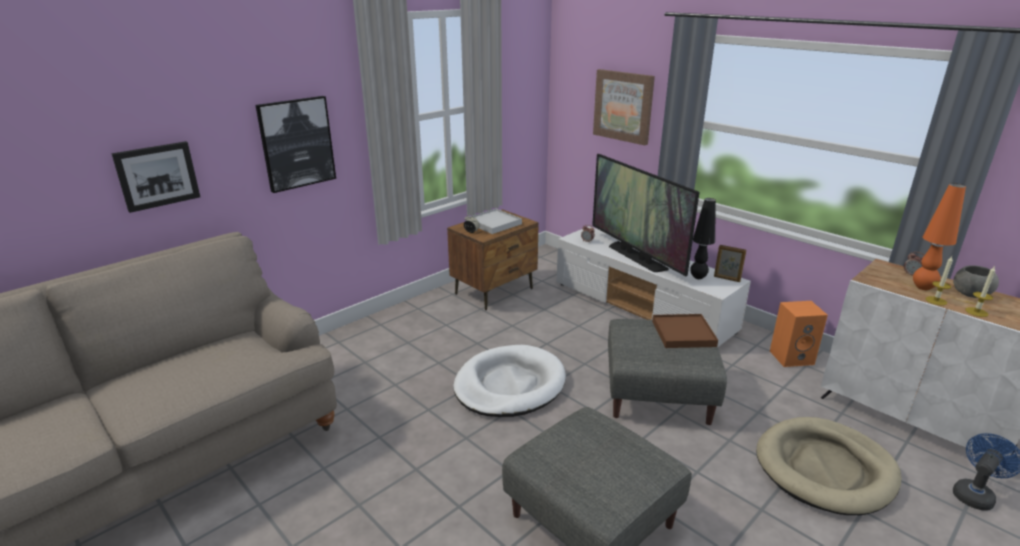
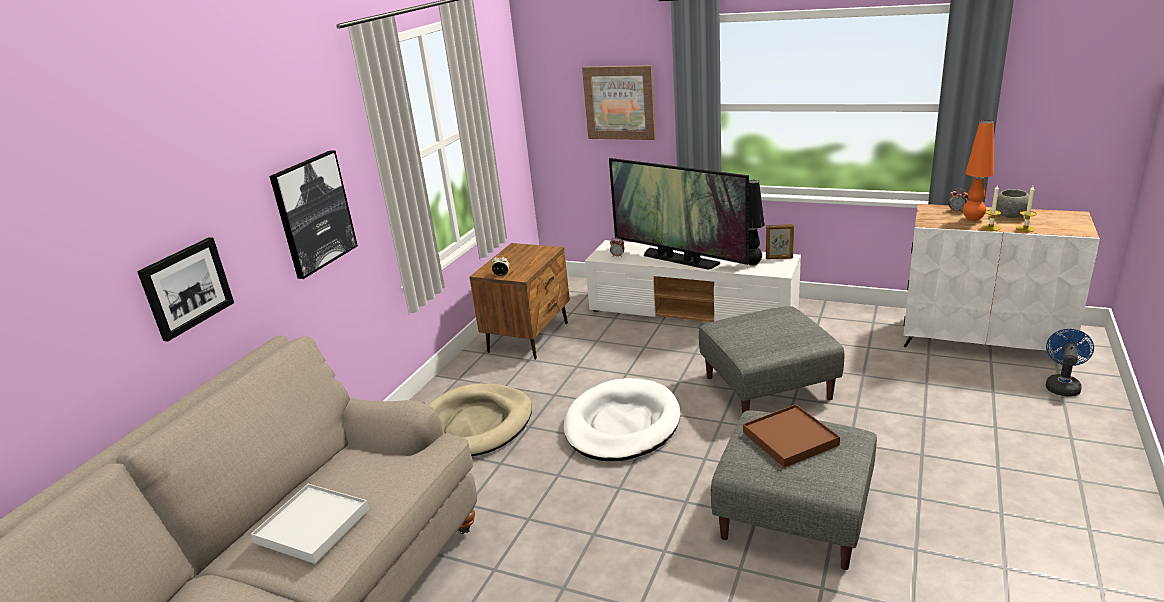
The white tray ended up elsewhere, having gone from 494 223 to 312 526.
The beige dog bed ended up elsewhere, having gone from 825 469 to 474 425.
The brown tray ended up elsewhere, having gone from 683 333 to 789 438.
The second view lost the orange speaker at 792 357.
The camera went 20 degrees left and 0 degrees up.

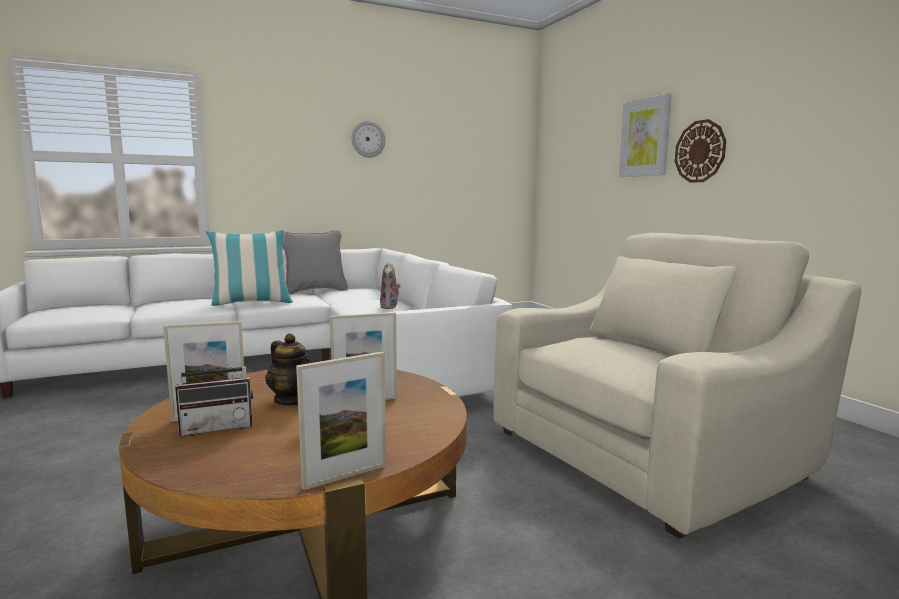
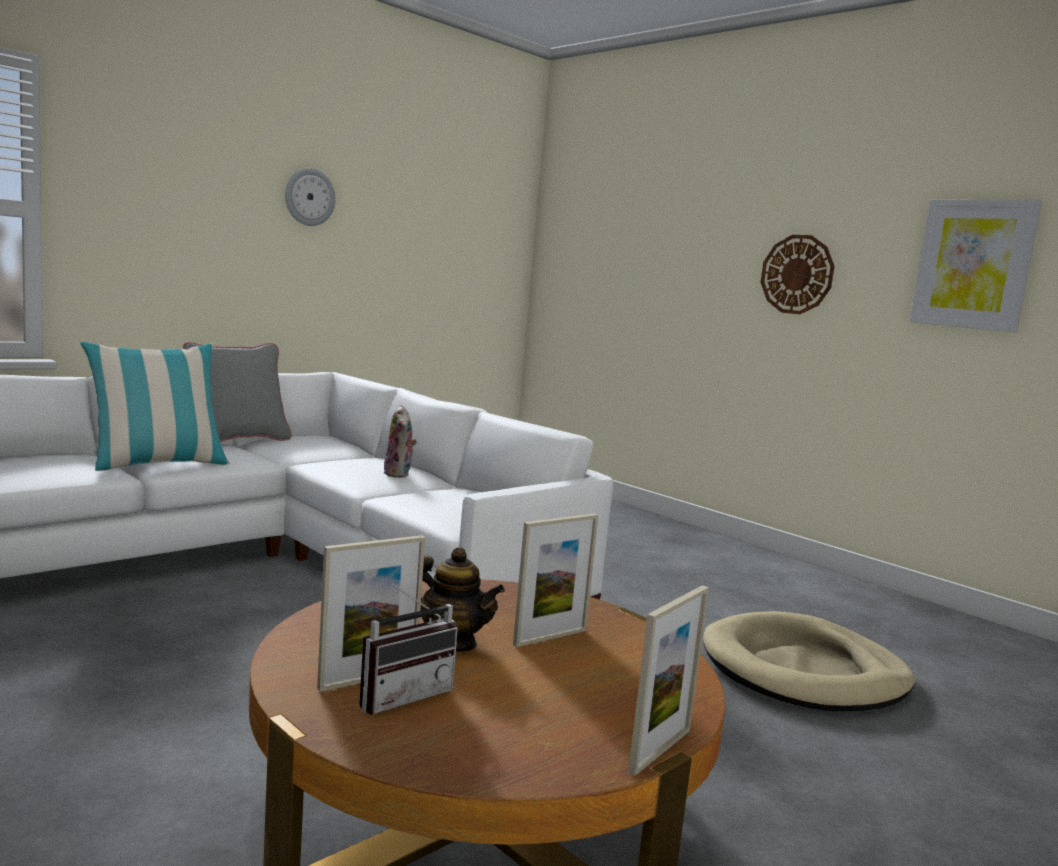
Where the beige armchair stood at 648 451, the beige dog bed came to stand at 804 671.
The picture ended up elsewhere, having gone from 645 137 to 973 264.
The camera went 20 degrees left and 0 degrees up.

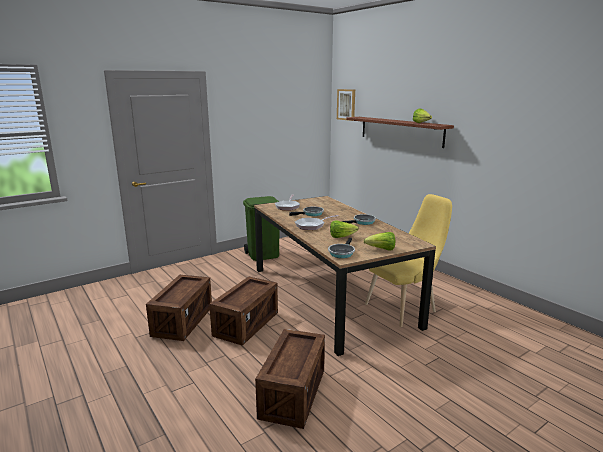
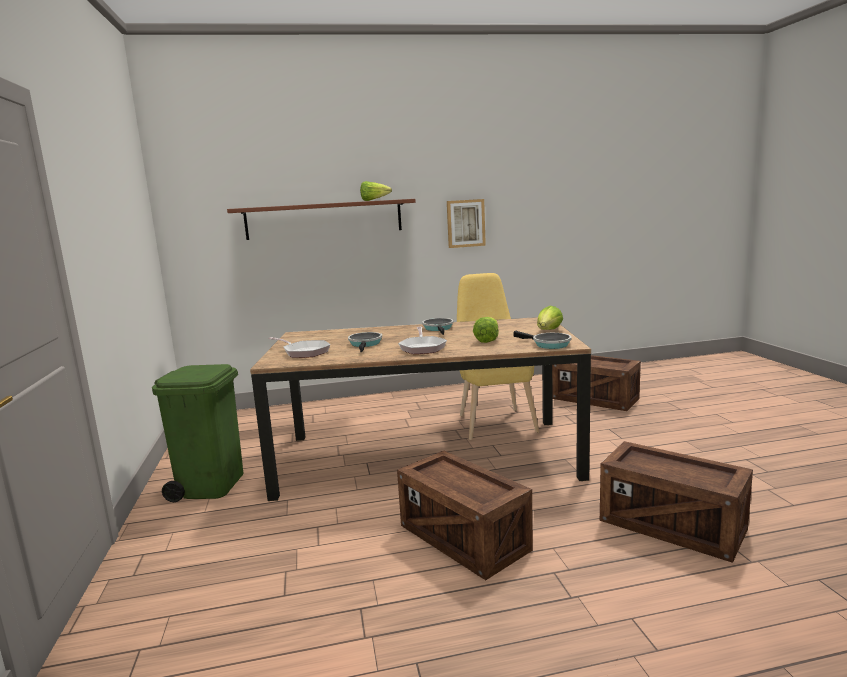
The picture ended up elsewhere, having gone from 346 104 to 465 223.
The crate ended up elsewhere, having gone from 182 321 to 594 399.
The camera went 65 degrees left and 5 degrees down.

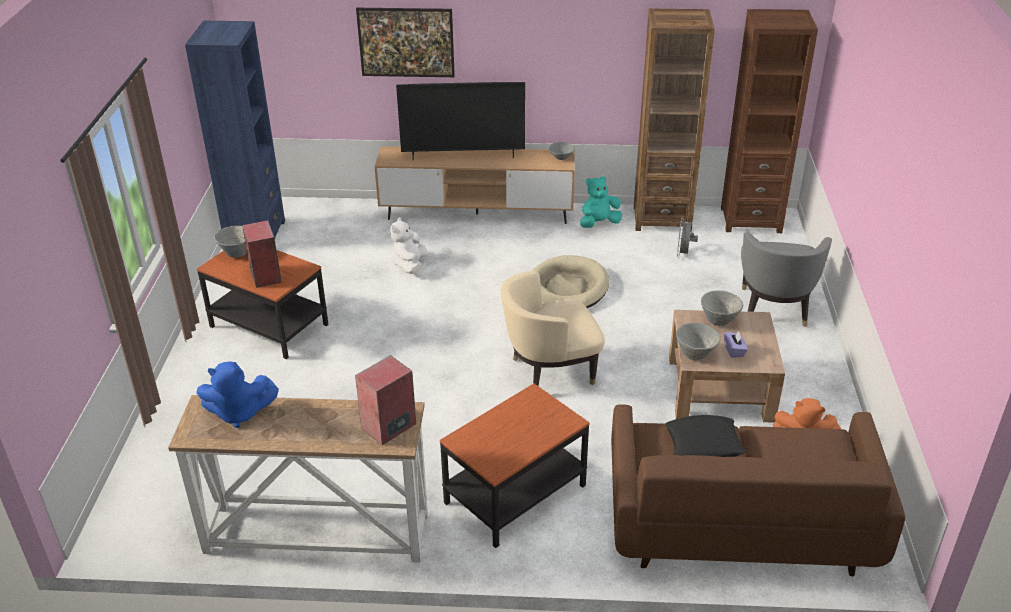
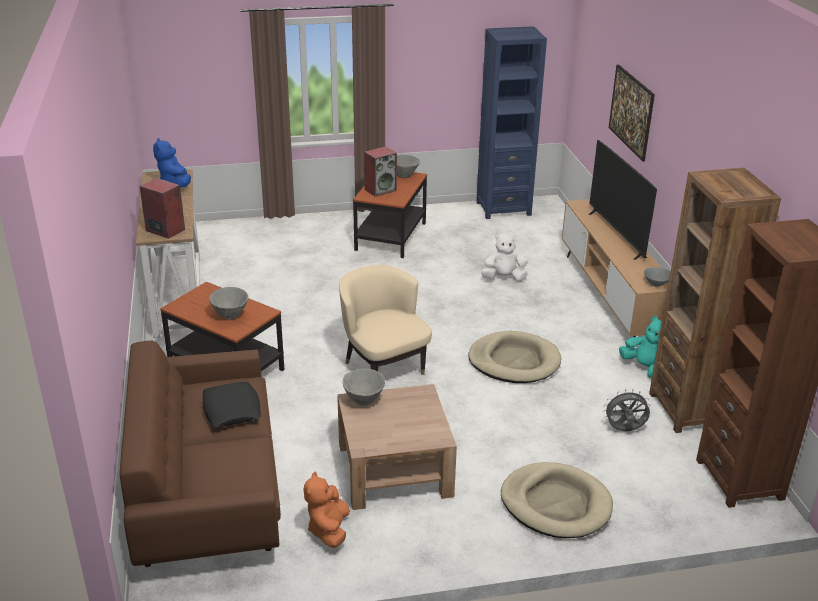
The grey bowl ended up elsewhere, having gone from 719 321 to 230 315.
Where the grey armchair stood at 774 308, the beige dog bed came to stand at 556 504.
The second view lost the purple tissue box at 734 350.
The camera went 75 degrees right and 5 degrees down.

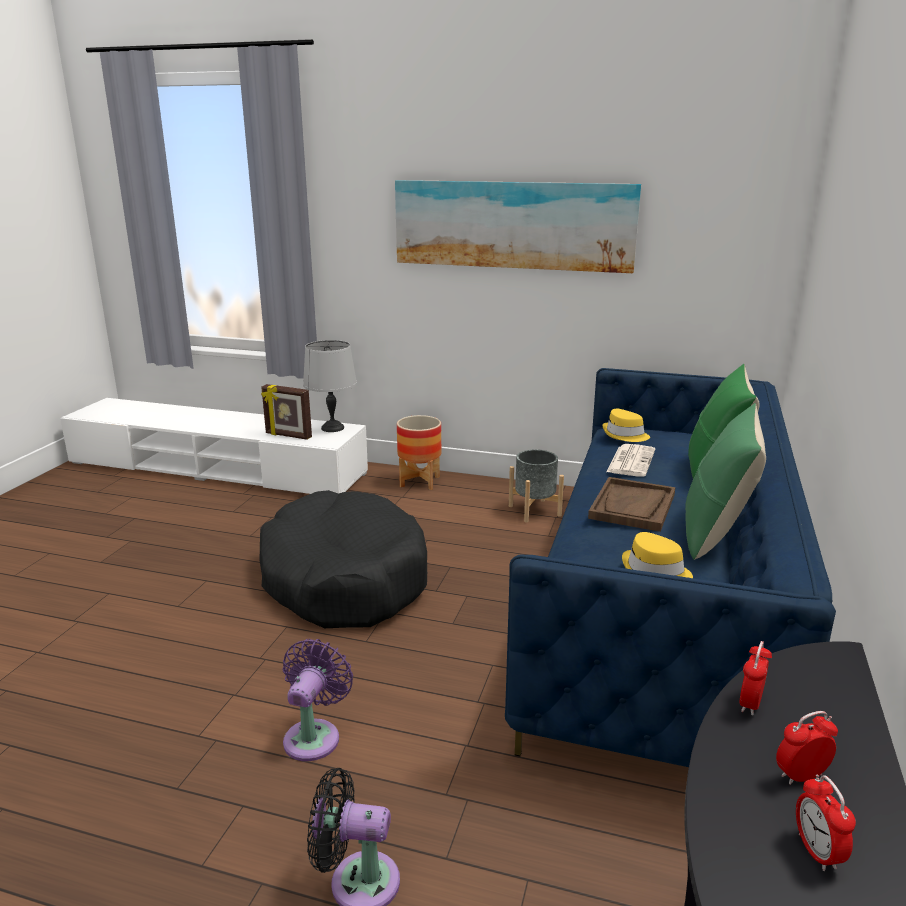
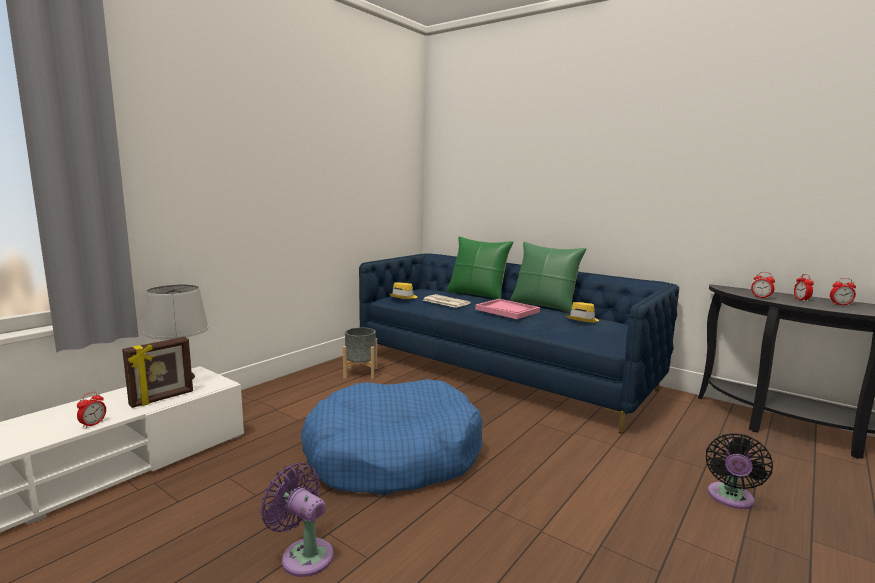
The second view gained the alarm clock at 93 424.
The purple fan ended up elsewhere, having gone from 314 736 to 303 554.
What was the black dog bed at 344 579 turned into the blue dog bed at 393 455.
What was the brown tray at 632 506 turned into the pink tray at 507 310.
The second view lost the picture at 512 225.
The second view lost the planter at 420 482.
The camera went 70 degrees left and 10 degrees down.

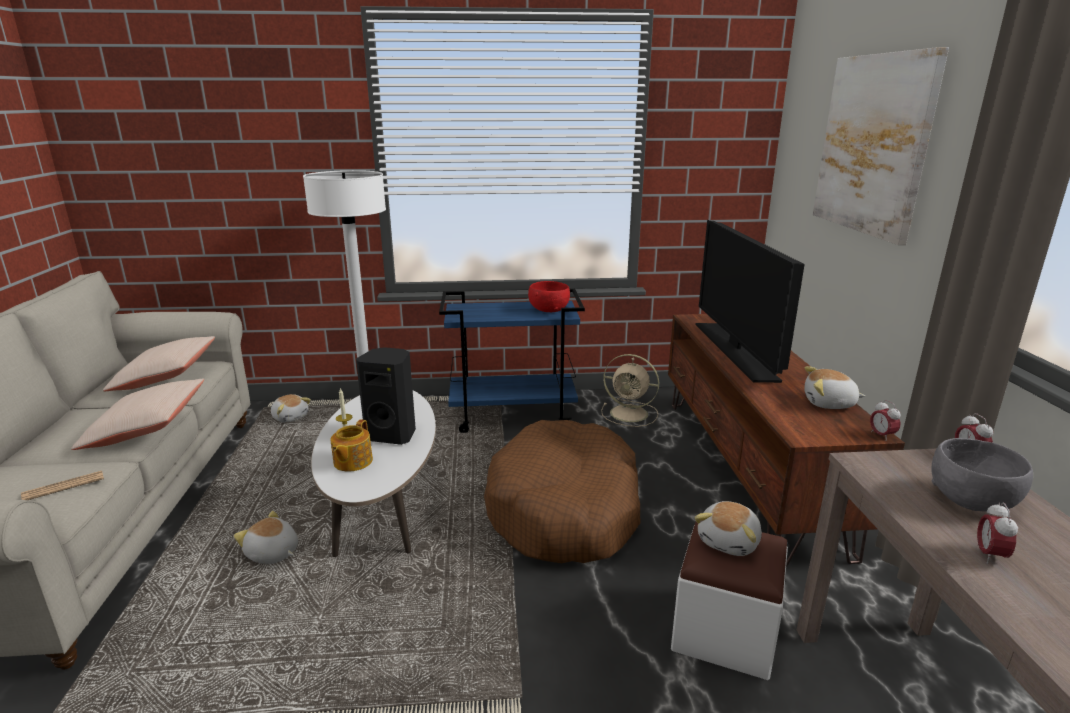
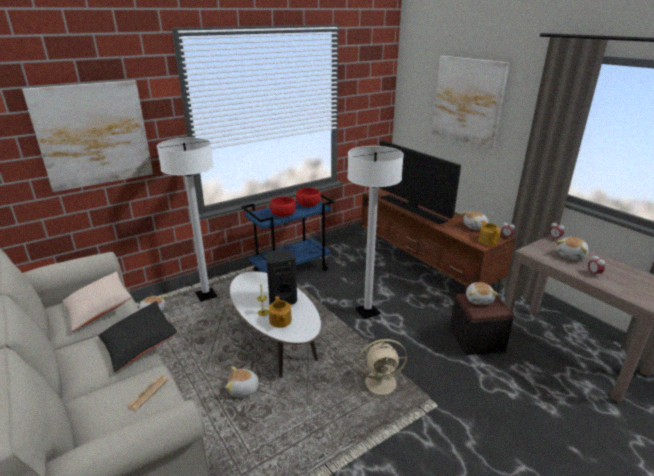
The second view gained the picture at 93 135.
What was the beige pillow at 146 429 turned into the black pillow at 139 344.
The second view gained the red bowl at 283 215.
Where the brown dog bed stood at 565 510, the white floor lamp came to stand at 367 312.
The beige fan ended up elsewhere, having gone from 630 414 to 382 383.
What was the white ottoman at 724 632 turned into the black ottoman at 476 340.
The second view gained the teapot at 488 240.
Where the grey bowl stood at 972 500, the plush toy came to stand at 571 255.
The camera went 30 degrees left and 5 degrees up.

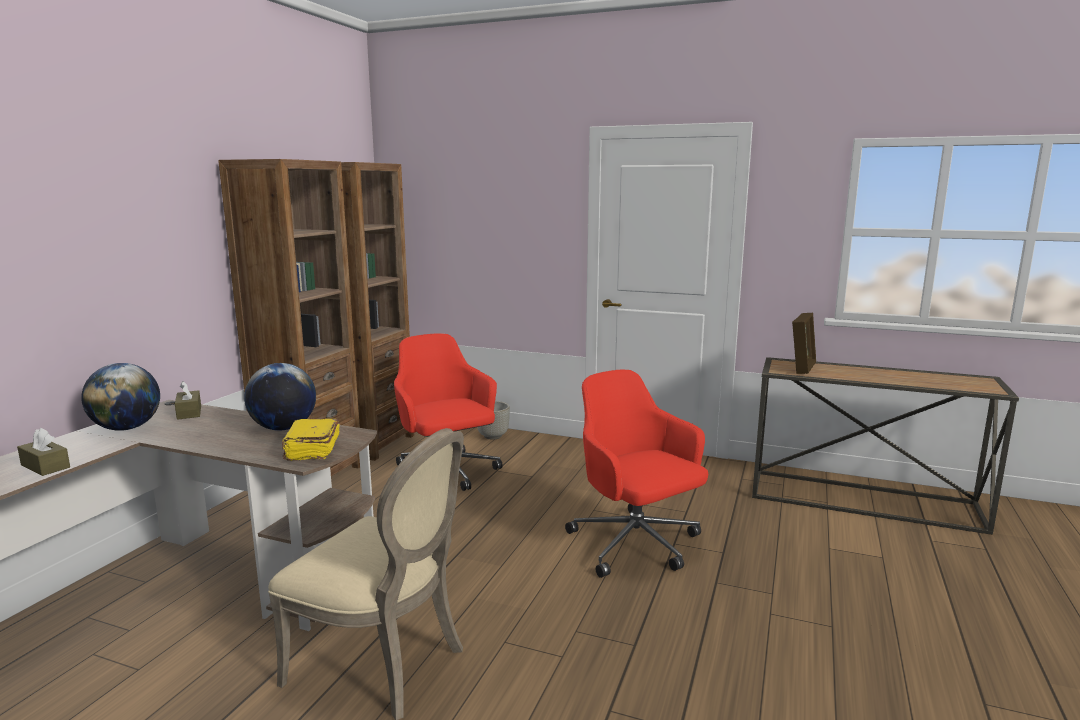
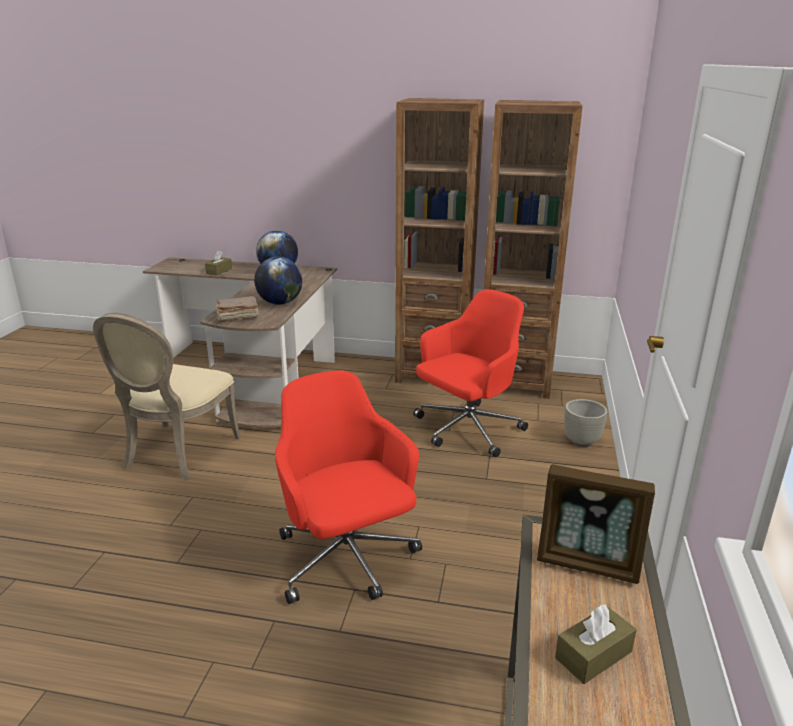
What was the yellow book at 312 450 turned into the brown book at 237 317.
The red office chair at 636 544 ended up facing another way, 75 degrees counterclockwise from before.
The brown tissue box ended up elsewhere, having gone from 189 412 to 593 655.
The camera went 80 degrees right and 10 degrees up.

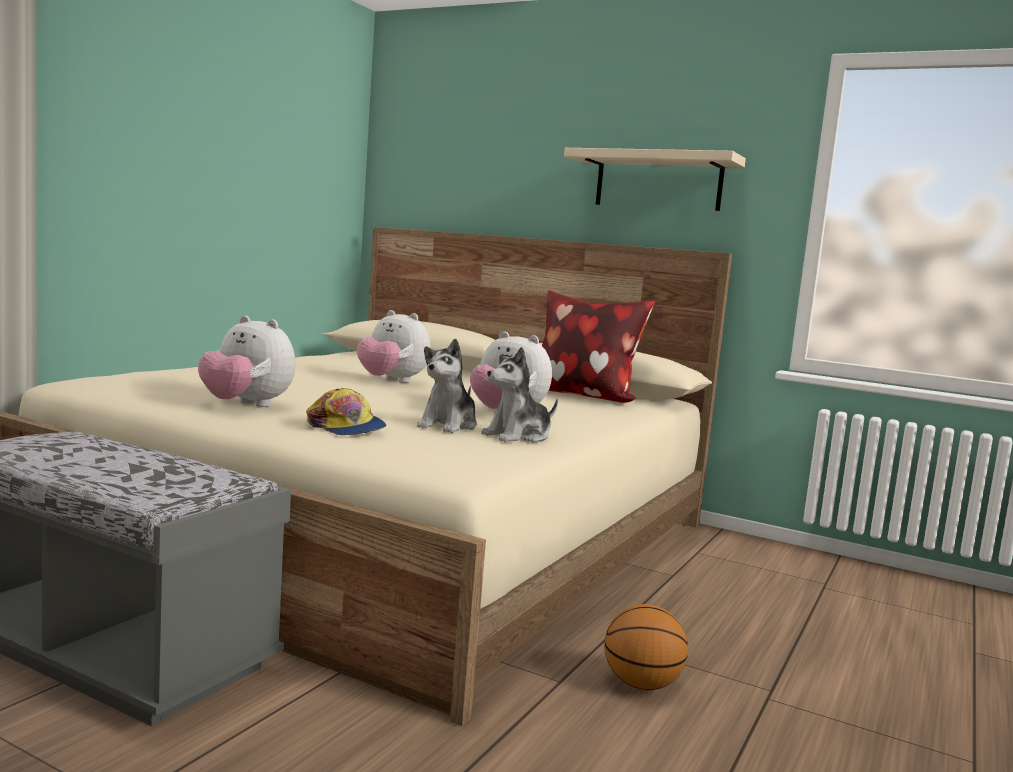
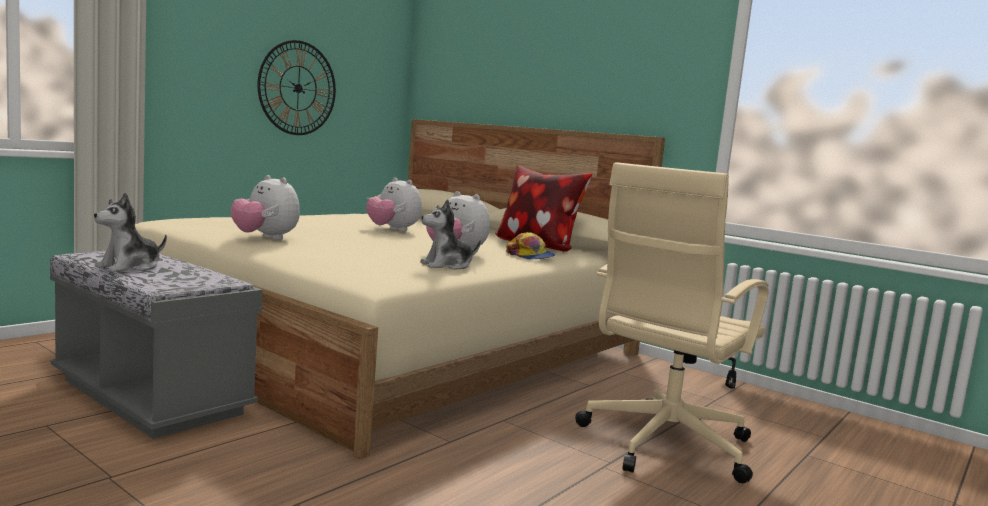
The plush toy ended up elsewhere, having gone from 448 425 to 130 267.
The second view gained the wall clock at 298 88.
The cap ended up elsewhere, having gone from 346 427 to 530 256.
The second view gained the beige office chair at 663 445.
The second view lost the beige shelf at 658 182.
The second view lost the basketball at 641 684.
The camera went 10 degrees right and 0 degrees up.

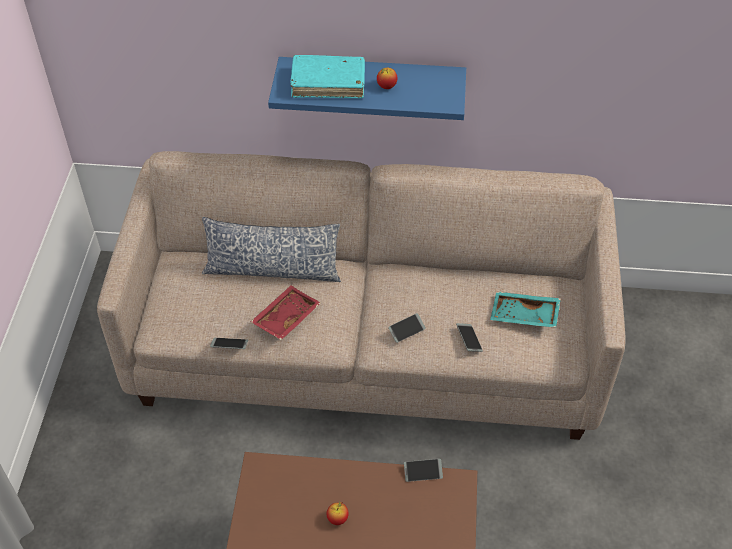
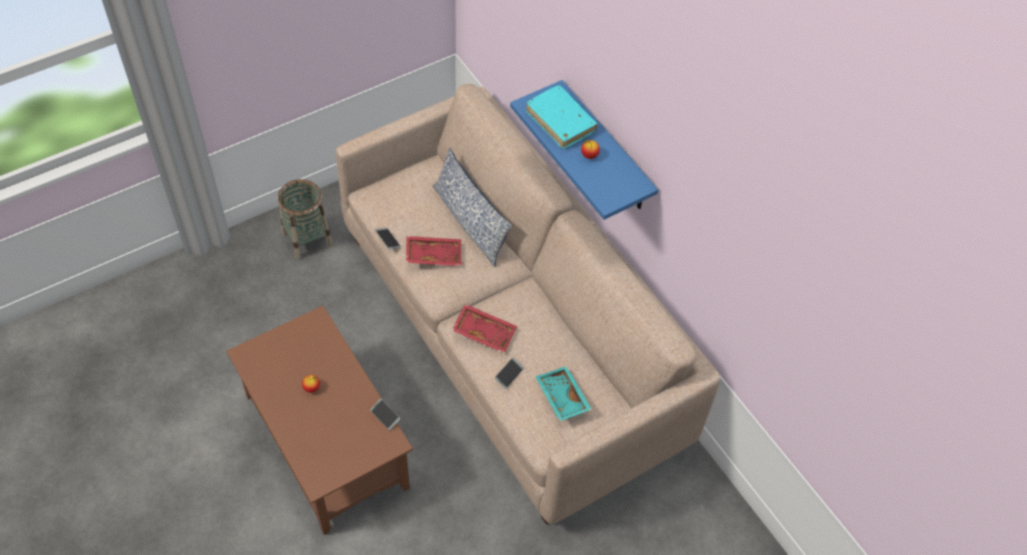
The second view gained the basket at 307 238.
Where the phone stood at 406 330, the red tray came to stand at 485 332.
The camera went 50 degrees right and 5 degrees up.

